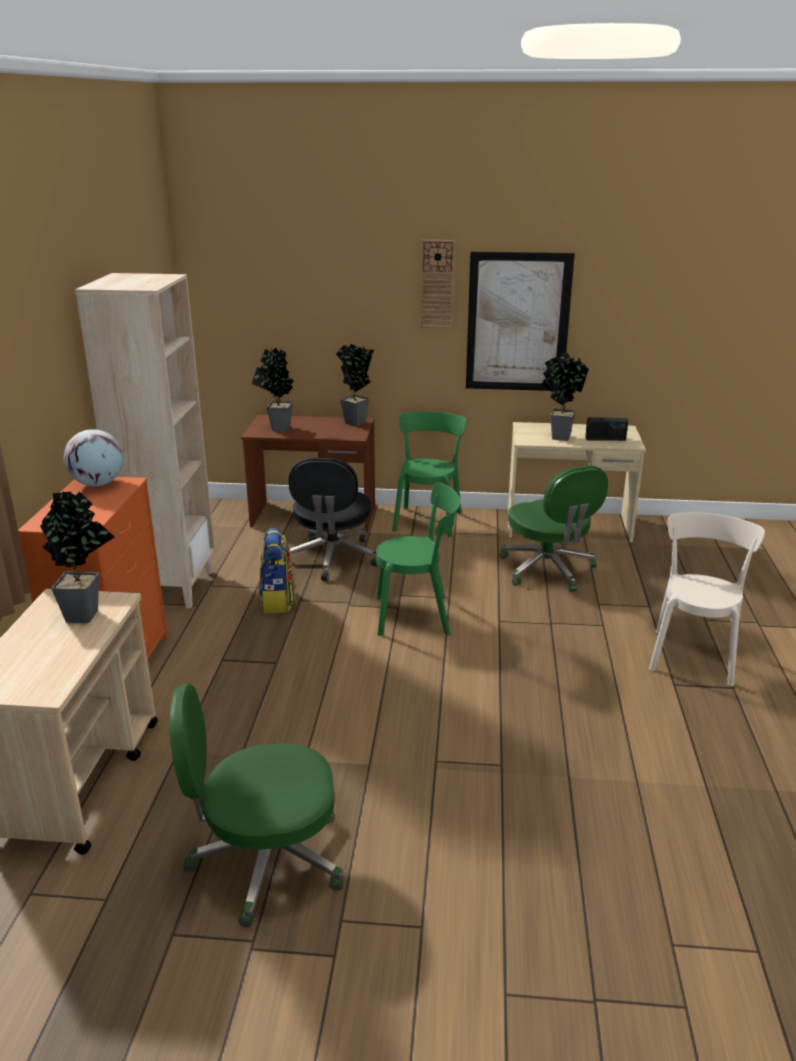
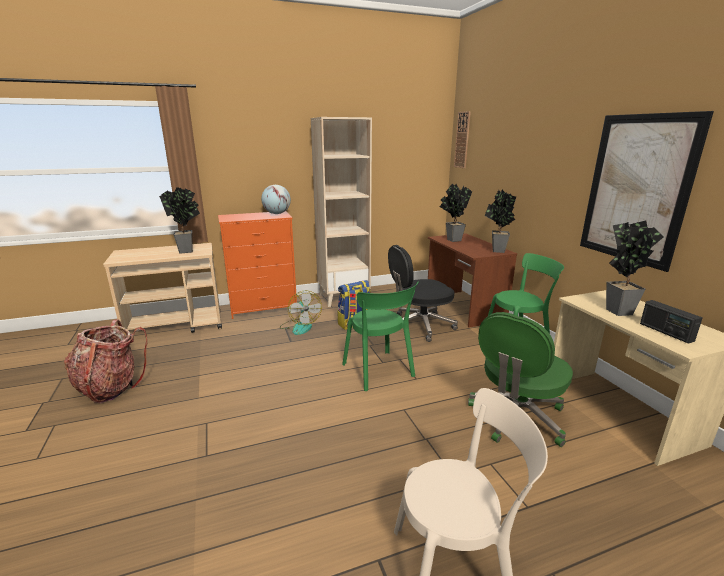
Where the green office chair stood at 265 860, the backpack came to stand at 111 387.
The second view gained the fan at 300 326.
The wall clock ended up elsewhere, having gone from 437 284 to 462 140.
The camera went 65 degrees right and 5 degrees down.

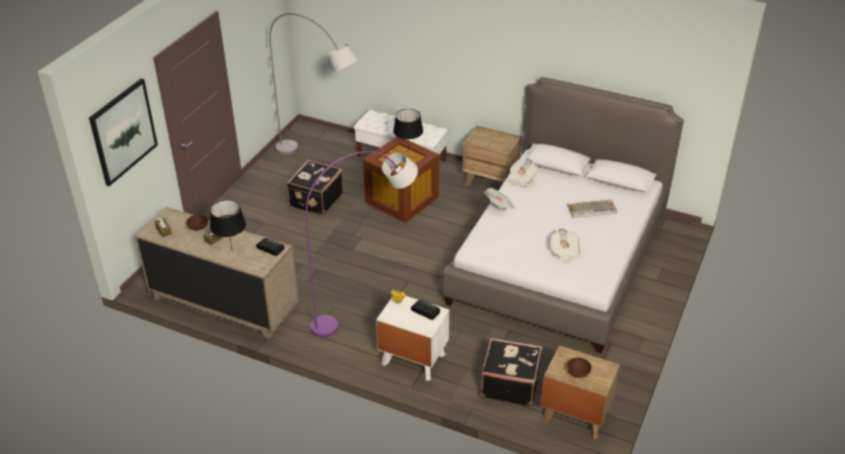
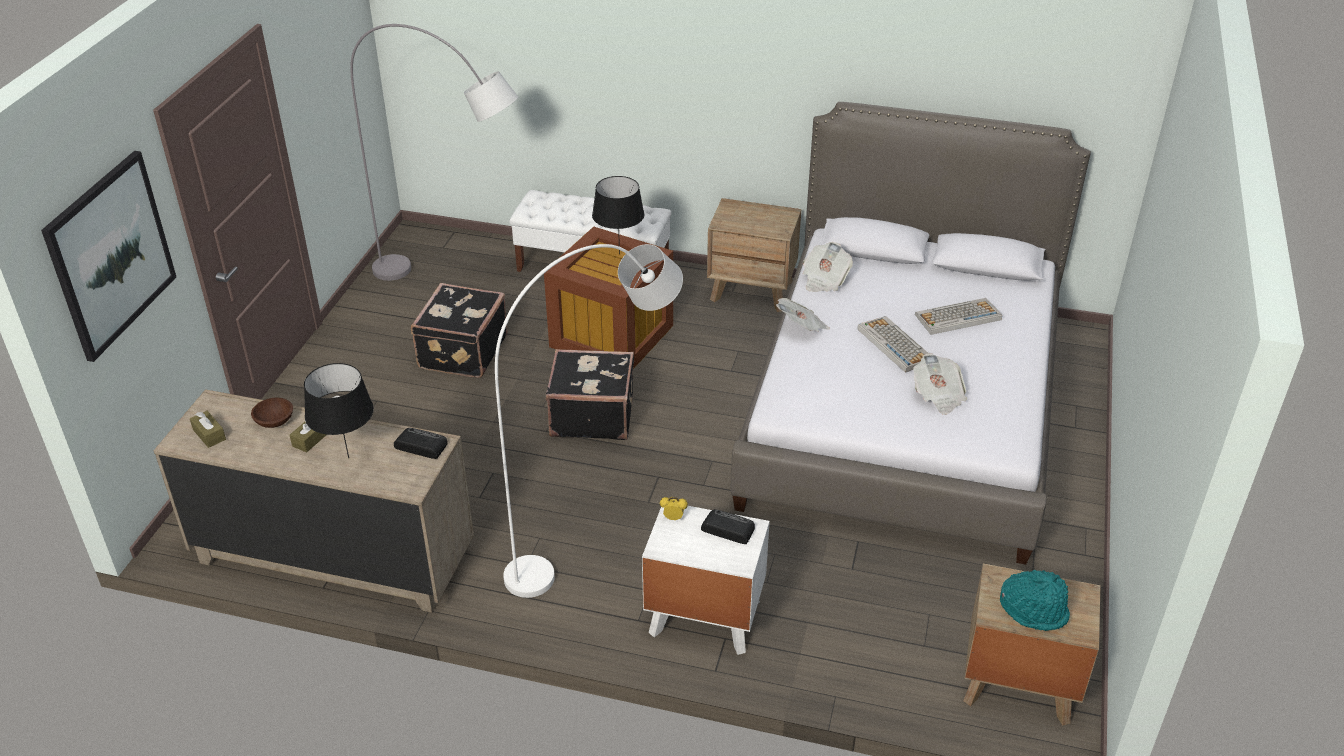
What was the purple floor lamp at 368 306 turned into the white floor lamp at 599 530.
The black suitcase ended up elsewhere, having gone from 509 384 to 592 415.
The second view gained the keyboard at 894 344.
Where the brown bowl stood at 578 372, the turquoise hat came to stand at 1034 609.
The camera went 10 degrees left and 0 degrees up.

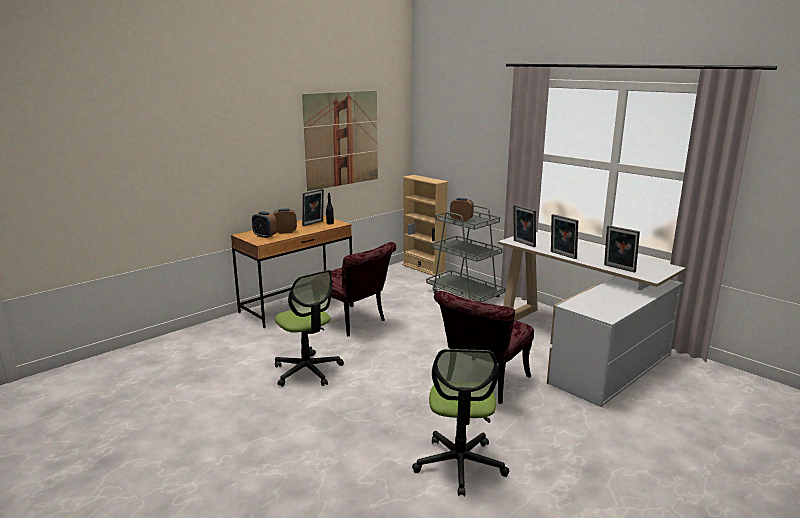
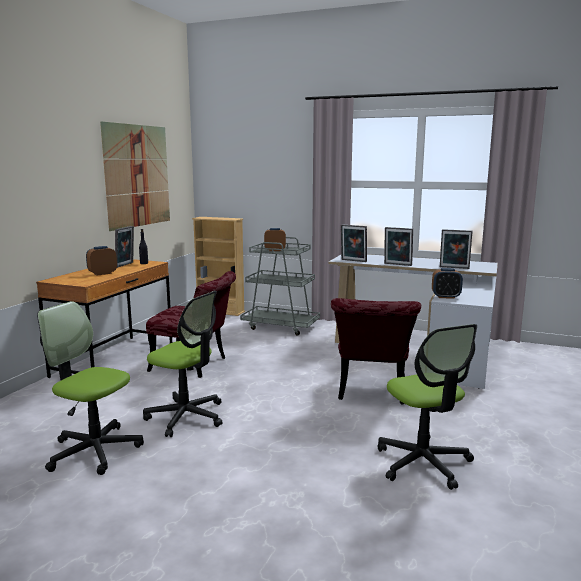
The second view gained the office chair at 94 451.
The alarm clock ended up elsewhere, having gone from 265 236 to 446 297.
The camera went 25 degrees left and 5 degrees down.

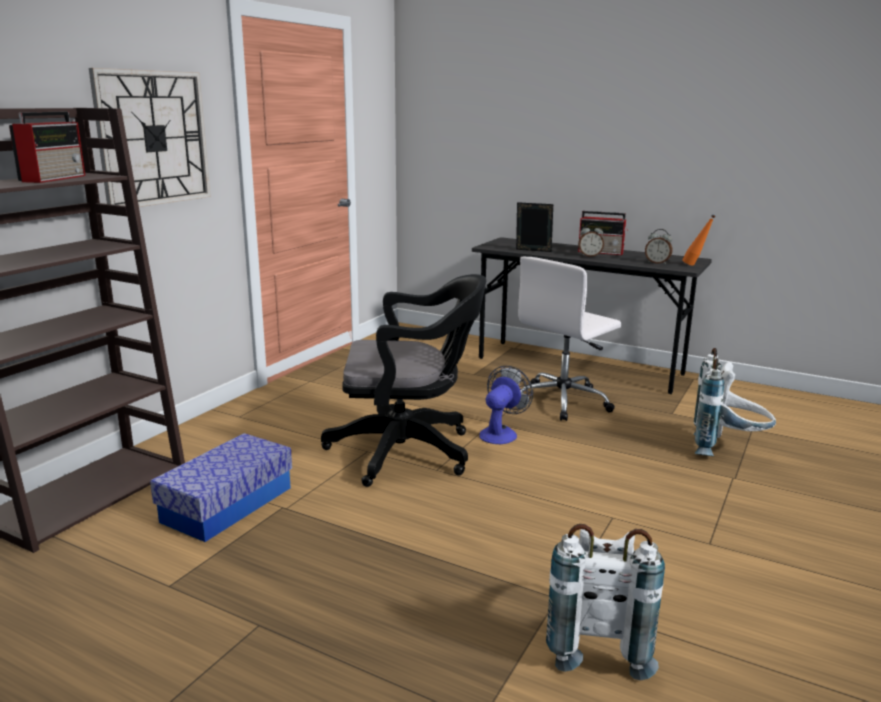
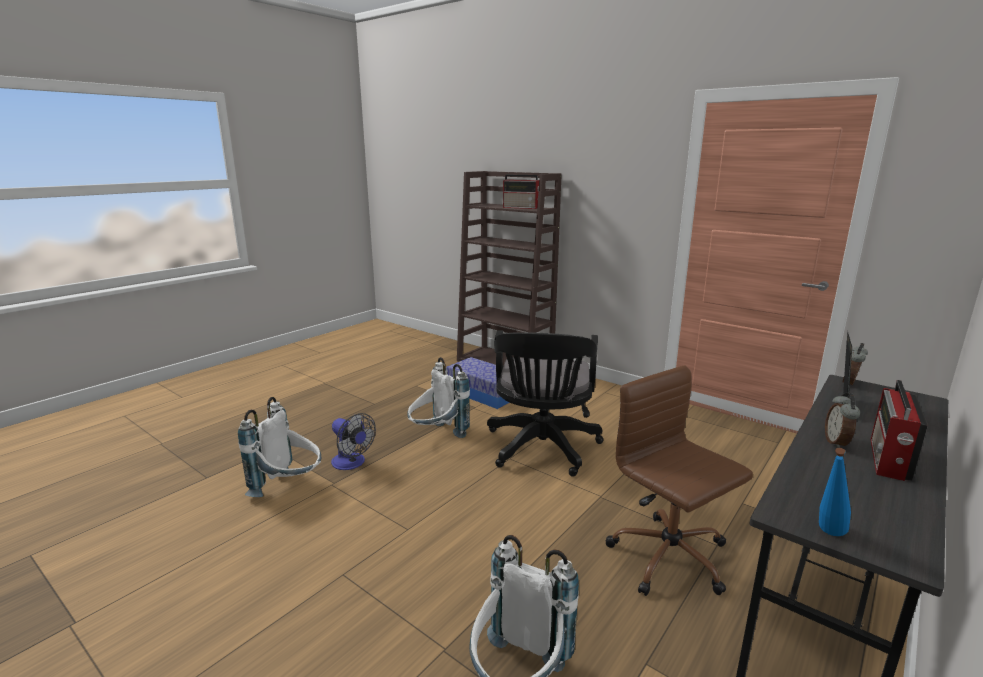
The fan ended up elsewhere, having gone from 501 433 to 352 463.
The second view gained the white backpack at 437 436.
What was the white office chair at 563 401 turned into the brown office chair at 670 558.
What was the orange bottle at 695 265 turned into the blue bottle at 827 535.
The alarm clock ended up elsewhere, having gone from 657 263 to 851 384.
The second view lost the wall clock at 153 138.
The camera went 100 degrees right and 0 degrees up.

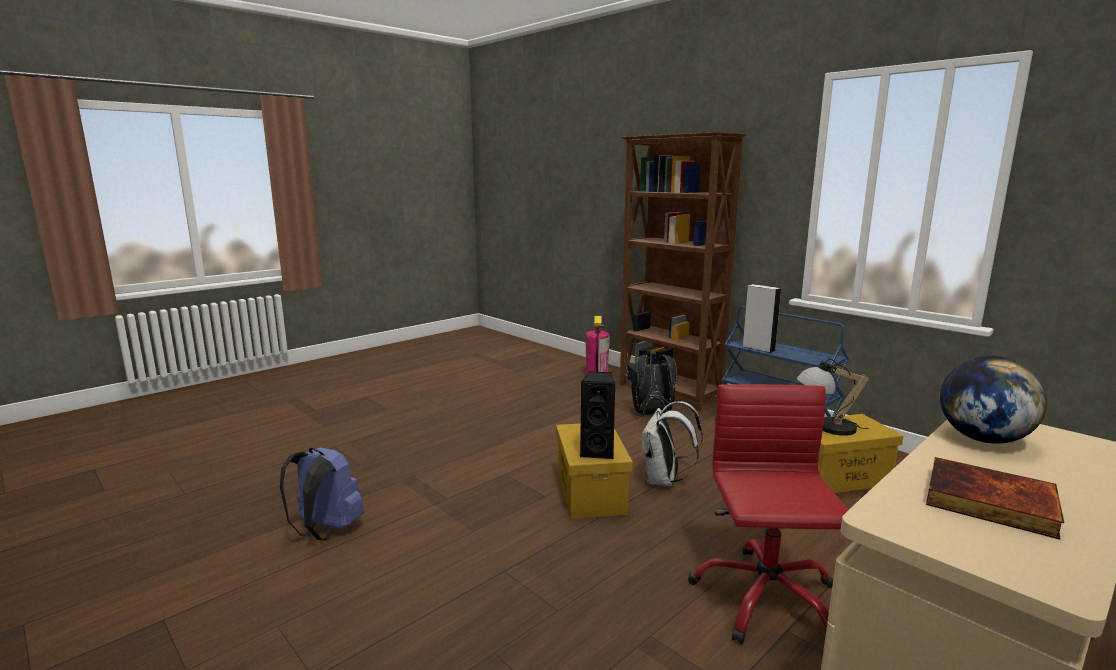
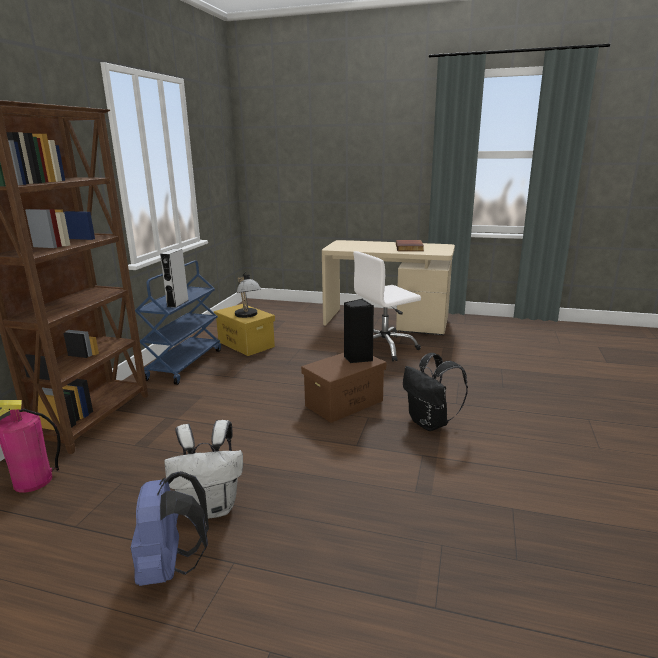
The blue backpack ended up elsewhere, having gone from 325 530 to 171 567.
The white backpack ended up elsewhere, having gone from 664 480 to 211 508.
What was the yellow storage box at 591 493 turned into the brown storage box at 344 403.
What was the red office chair at 765 598 turned into the white office chair at 384 348.
The black backpack ended up elsewhere, having gone from 651 413 to 430 423.
The second view lost the globe at 983 439.
The camera went 120 degrees left and 5 degrees up.

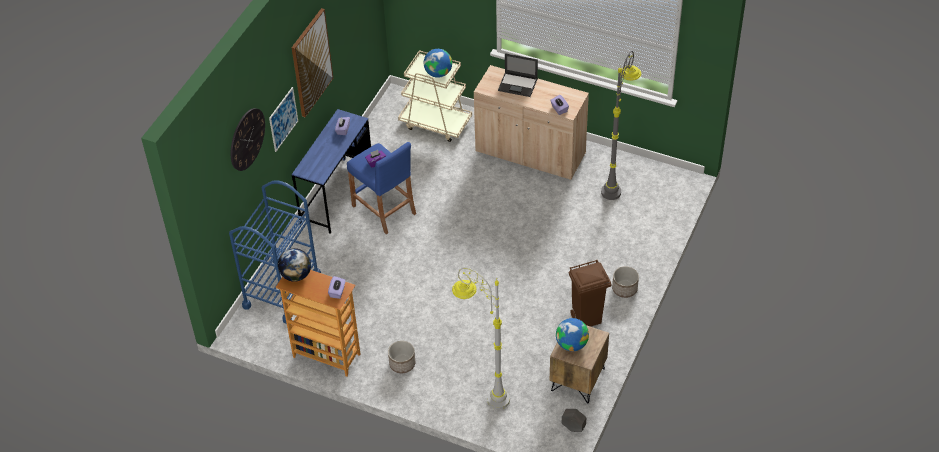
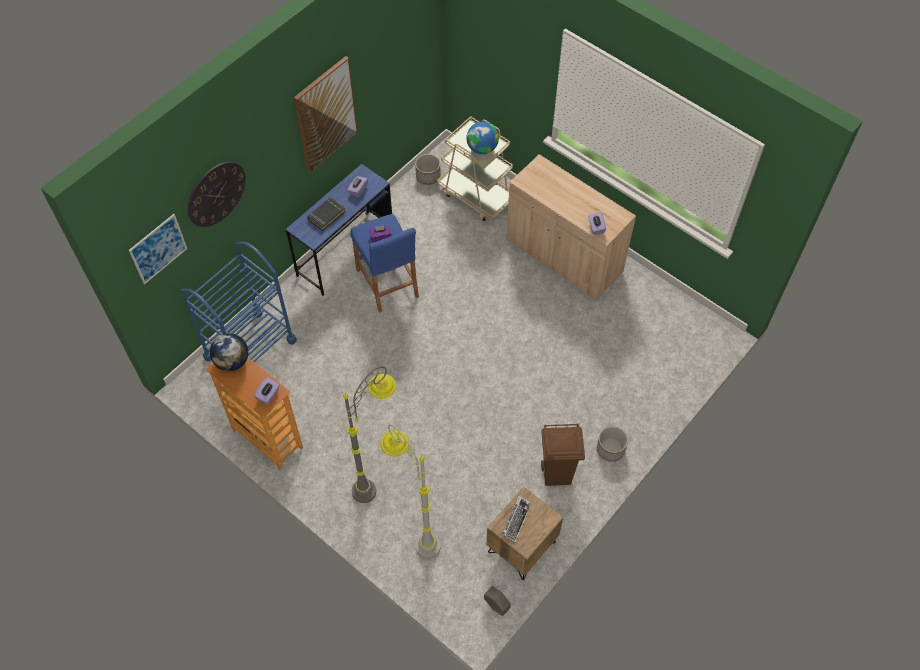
The picture ended up elsewhere, having gone from 283 119 to 158 249.
The second view gained the black book at 326 215.
The grey floor lamp ended up elsewhere, having gone from 617 180 to 378 476.
The planter ended up elsewhere, having gone from 402 364 to 428 176.
Where the globe stood at 571 344, the keyboard came to stand at 516 519.
The second view lost the laptop at 518 85.
The camera went 15 degrees right and 10 degrees up.

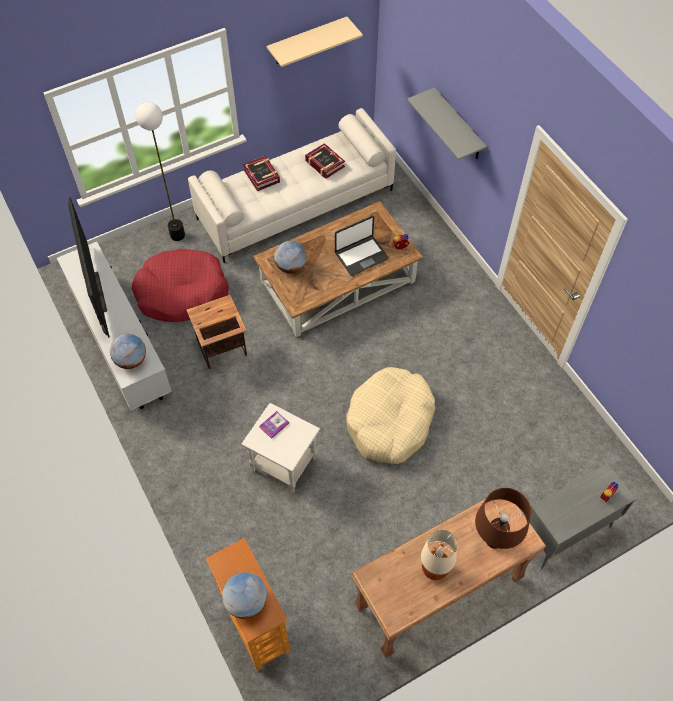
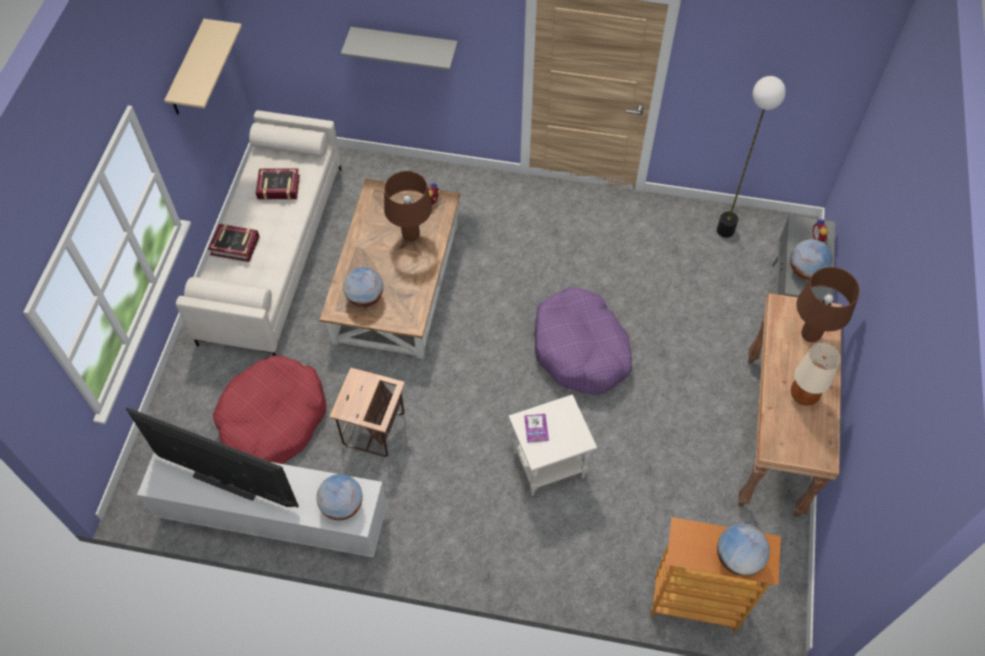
Where the laptop stood at 361 256, the brown table lamp came to stand at 411 236.
What was the beige dog bed at 390 421 turned into the purple dog bed at 581 349.
The floor lamp ended up elsewhere, having gone from 177 235 to 725 230.
The second view gained the globe at 805 271.
The camera went 50 degrees left and 0 degrees up.

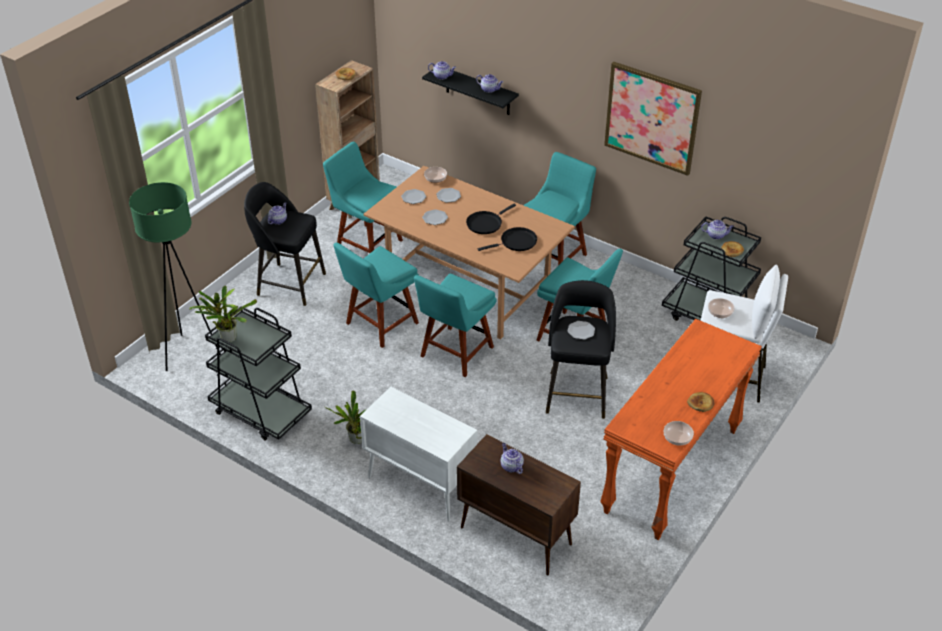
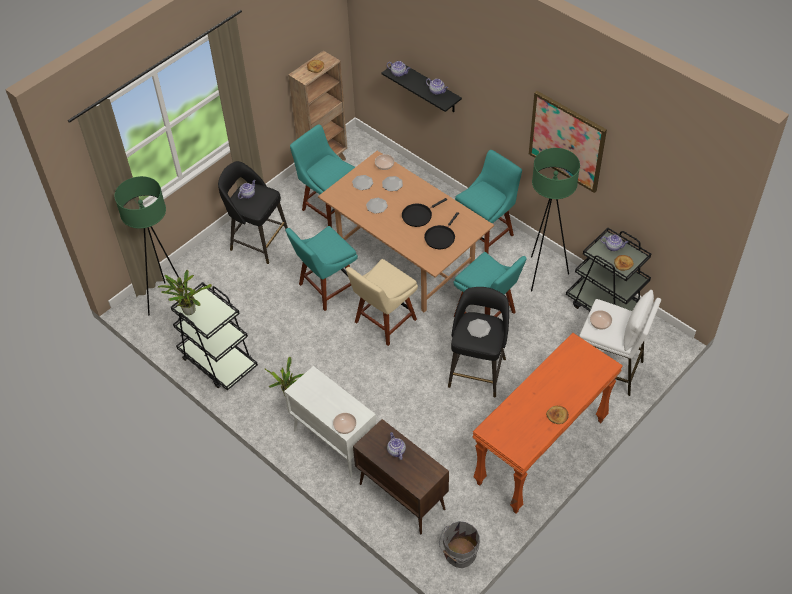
The bowl ended up elsewhere, having gone from 677 437 to 345 426.
What was the turquoise chair at 455 354 turned into the beige chair at 383 322.
The black frying pan at 516 242 ended up facing another way, 135 degrees clockwise from before.
The second view gained the grey bucket at 459 554.
The second view gained the green floor lamp at 543 274.
The camera went 10 degrees right and 10 degrees up.

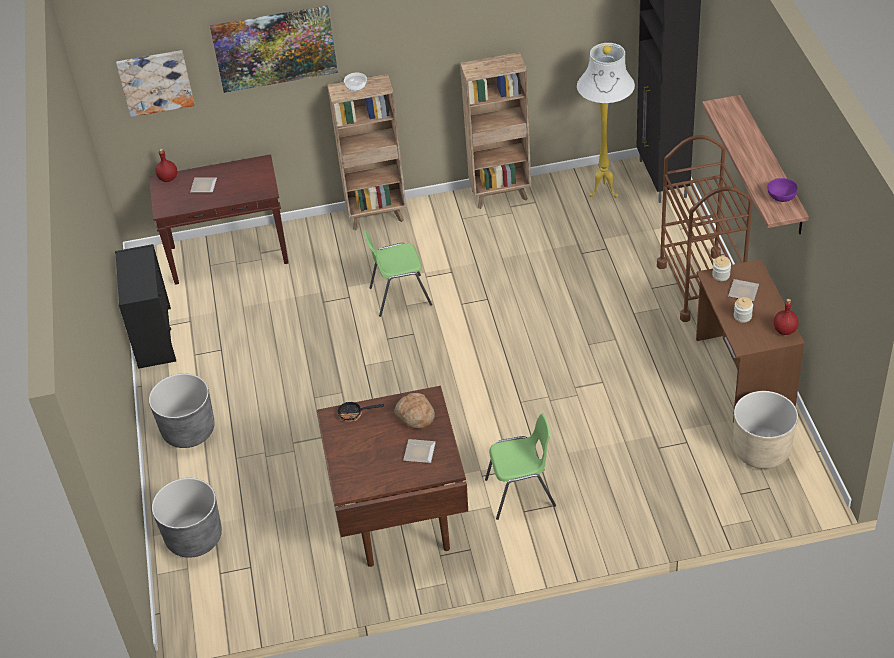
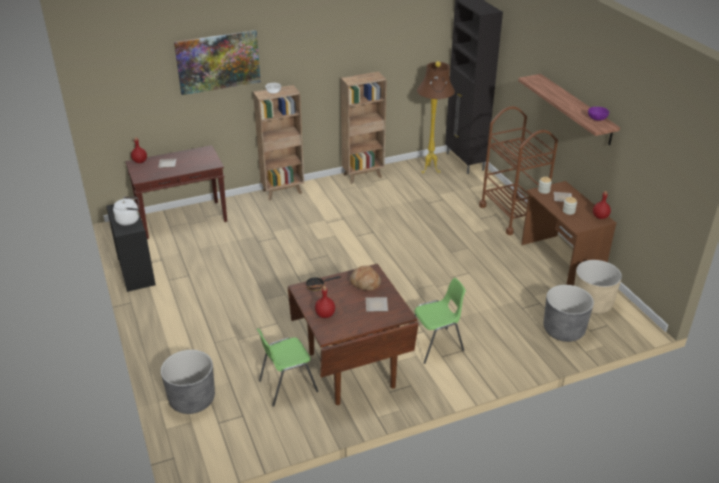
The second view gained the white kettle at 129 220.
The green chair ended up elsewhere, having gone from 399 296 to 287 386.
The second view gained the red bottle at 325 315.
What was the white floor lamp at 605 192 turned into the brown floor lamp at 431 170.
The grey planter ended up elsewhere, having gone from 188 430 to 563 330.
The second view lost the picture at 155 82.
The camera went 15 degrees left and 10 degrees down.

